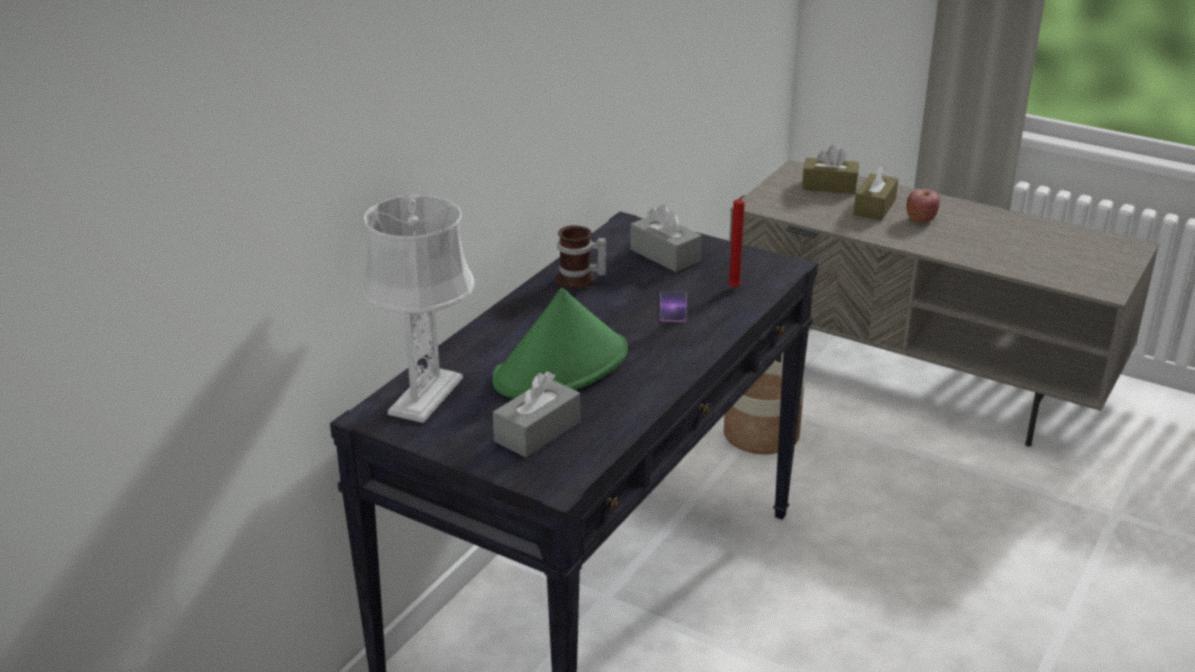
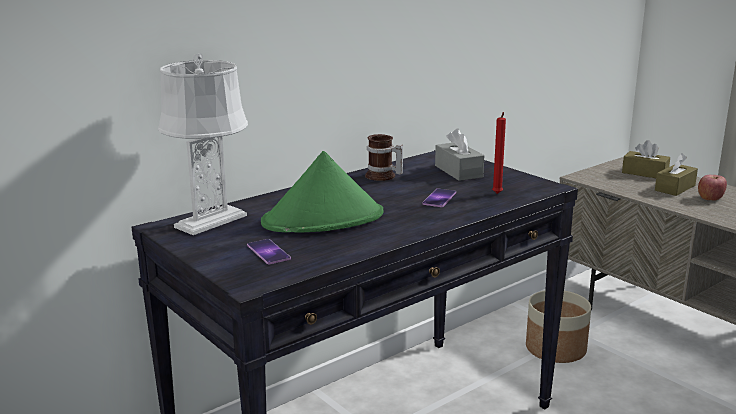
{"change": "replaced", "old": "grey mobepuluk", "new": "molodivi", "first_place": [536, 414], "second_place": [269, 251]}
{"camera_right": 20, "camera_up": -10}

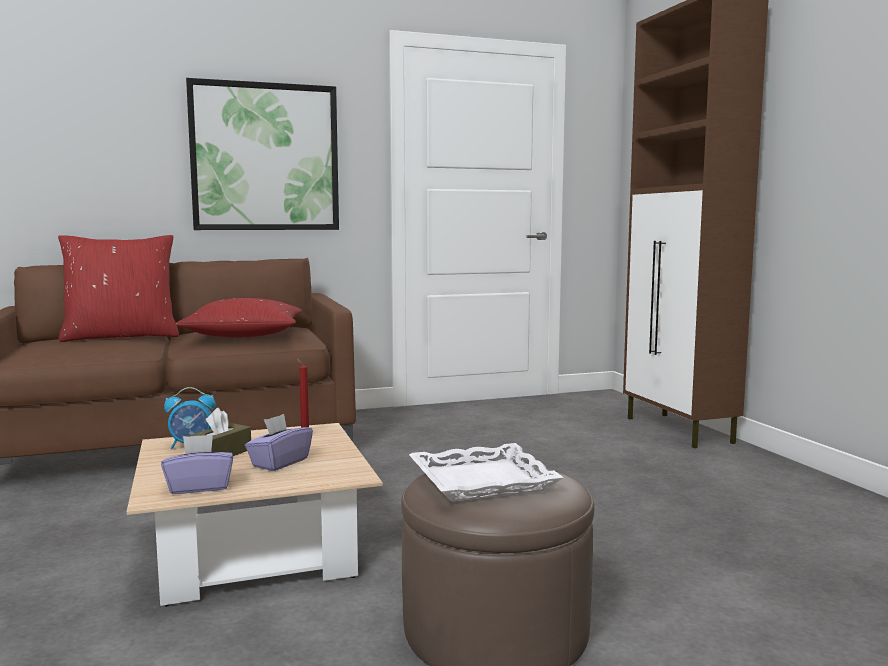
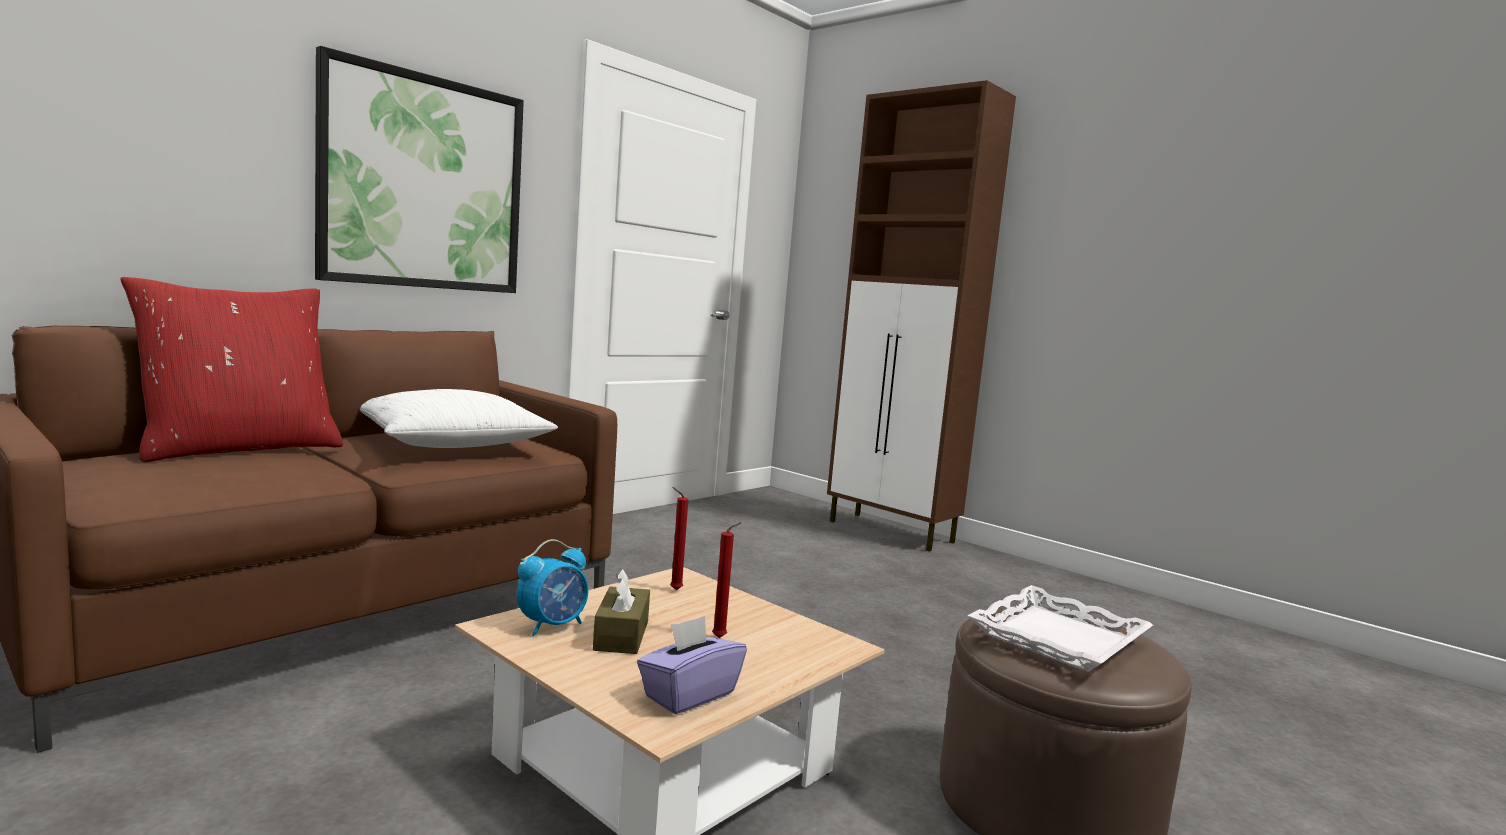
{"change": "recoloured", "old": "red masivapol", "new": "white masivapol", "first_place": [239, 318], "second_place": [459, 418]}
{"change": "replaced", "old": "purple mobepuluk", "new": "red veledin", "first_place": [279, 442], "second_place": [726, 580]}
{"camera_right": -30, "camera_up": 0}

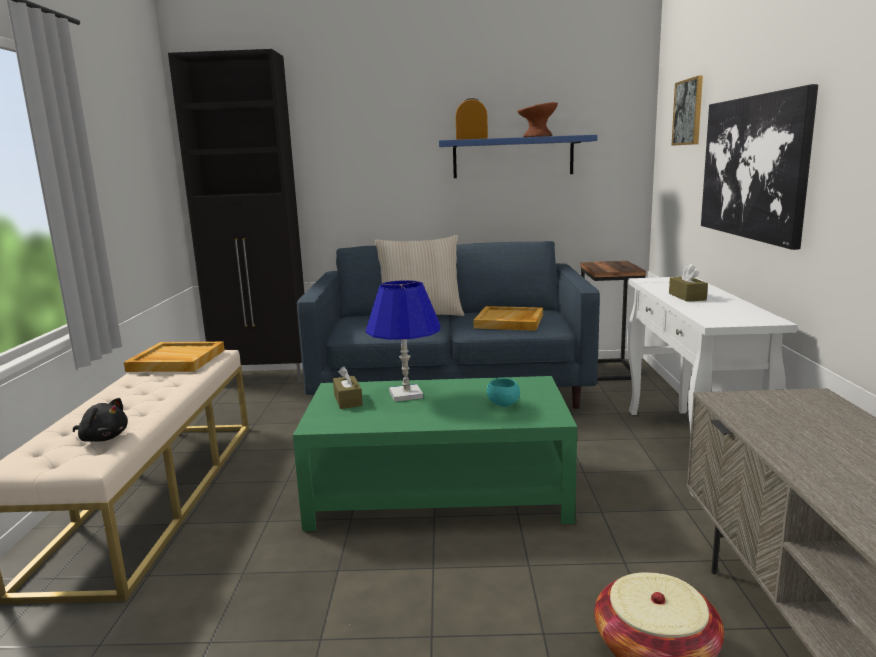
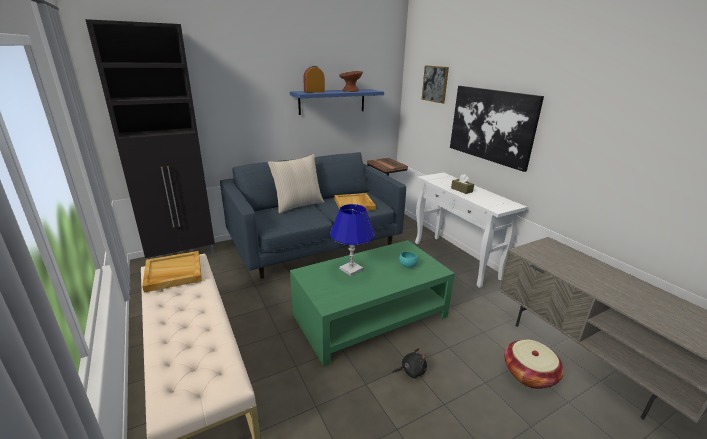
{"change": "moved", "old": "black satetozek", "first_place": [100, 420], "second_place": [409, 363]}
{"change": "removed", "old": "brown mobepuluk", "first_place": [348, 387]}
{"camera_right": -30, "camera_up": 10}

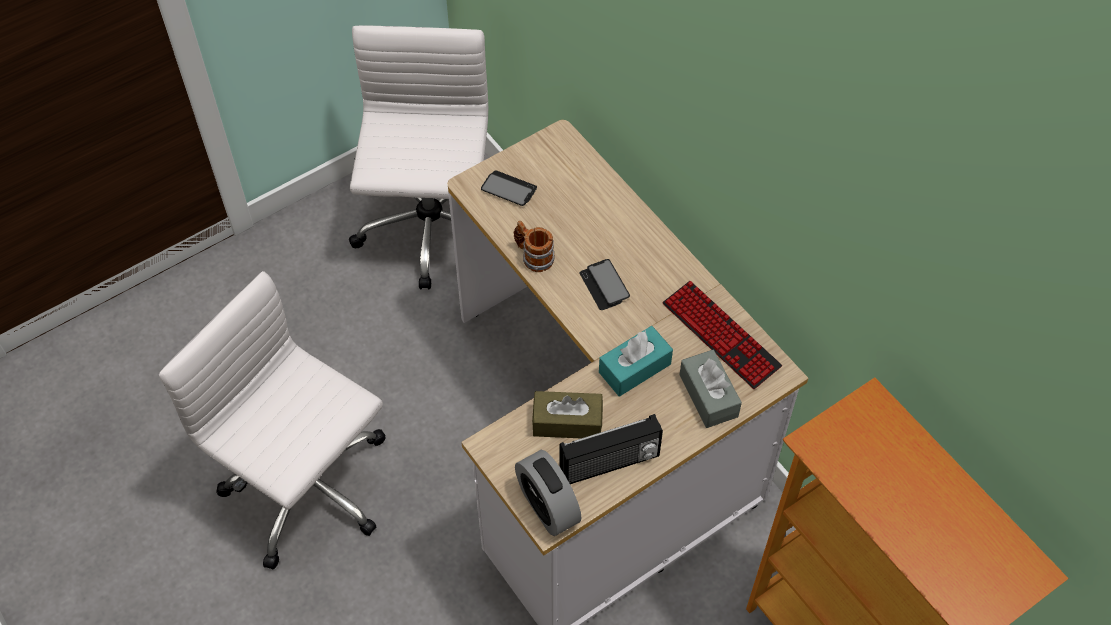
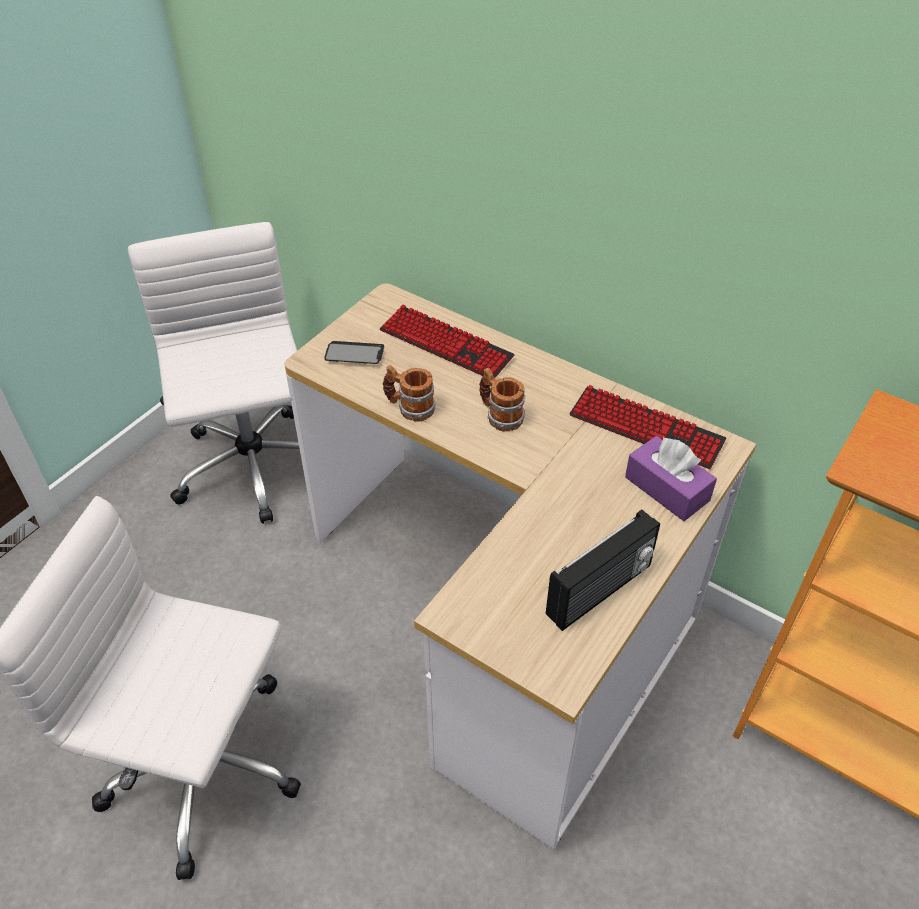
{"change": "removed", "old": "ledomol", "first_place": [548, 493]}
{"change": "removed", "old": "brown mobepuluk", "first_place": [567, 414]}
{"change": "replaced", "old": "molodivi", "new": "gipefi", "first_place": [605, 284], "second_place": [502, 400]}
{"change": "removed", "old": "turquoise mobepuluk", "first_place": [636, 361]}
{"change": "recoloured", "old": "grey mobepuluk", "new": "purple mobepuluk", "first_place": [710, 389], "second_place": [671, 478]}
{"change": "added", "new": "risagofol", "second_place": [447, 341]}
{"camera_right": -20, "camera_up": -10}

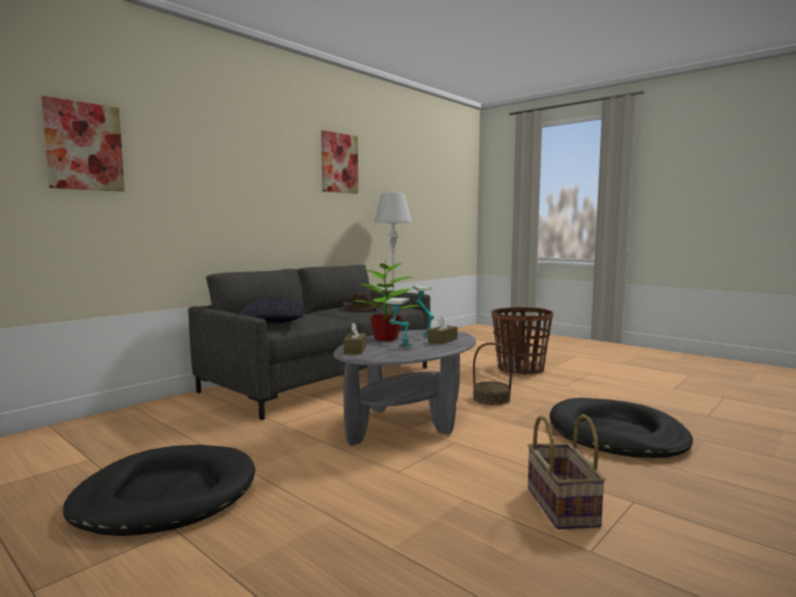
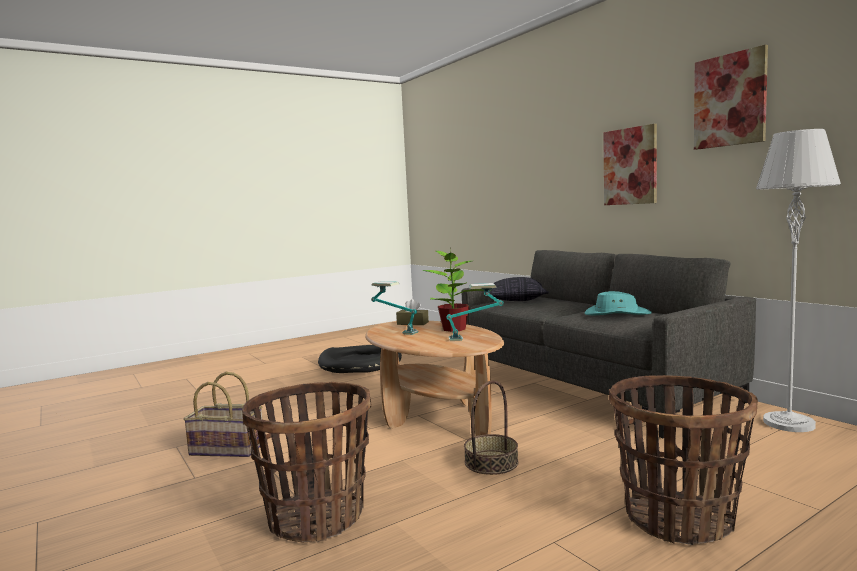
{"change": "moved", "old": "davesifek", "first_place": [83, 144], "second_place": [630, 164]}
{"change": "recoloured", "old": "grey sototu", "new": "brown sototu", "first_place": [405, 388], "second_place": [434, 378]}
{"change": "recoloured", "old": "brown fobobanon", "new": "turquoise fobobanon", "first_place": [362, 302], "second_place": [618, 303]}
{"change": "removed", "old": "brown mobepuluk", "first_place": [442, 330]}
{"change": "replaced", "old": "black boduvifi", "new": "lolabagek", "first_place": [621, 428], "second_place": [306, 462]}
{"camera_right": 105, "camera_up": 0}

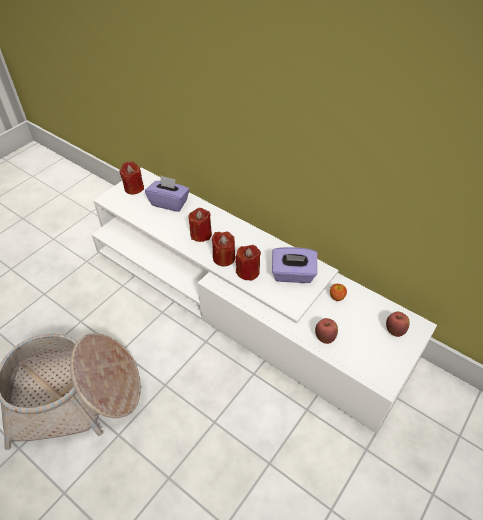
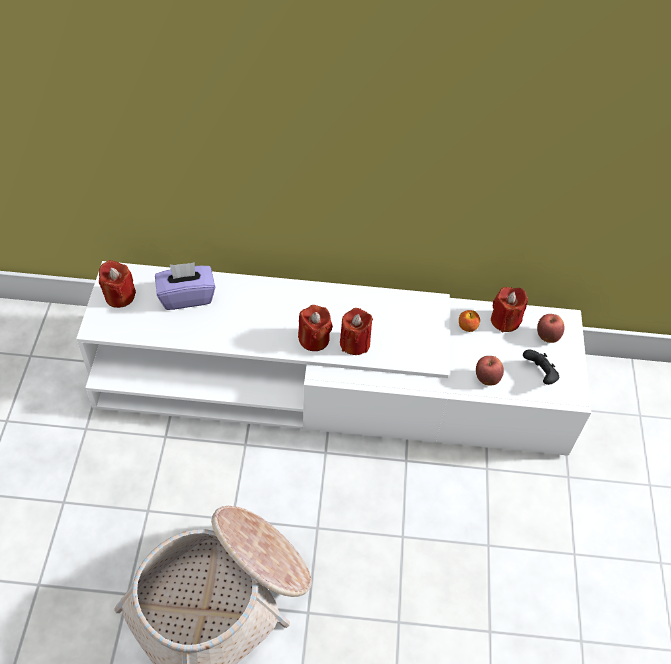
{"change": "moved", "old": "red veledin", "first_place": [200, 225], "second_place": [509, 309]}
{"change": "removed", "old": "purple mobepuluk", "first_place": [294, 265]}
{"change": "added", "new": "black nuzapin", "second_place": [541, 367]}
{"camera_right": -35, "camera_up": 5}

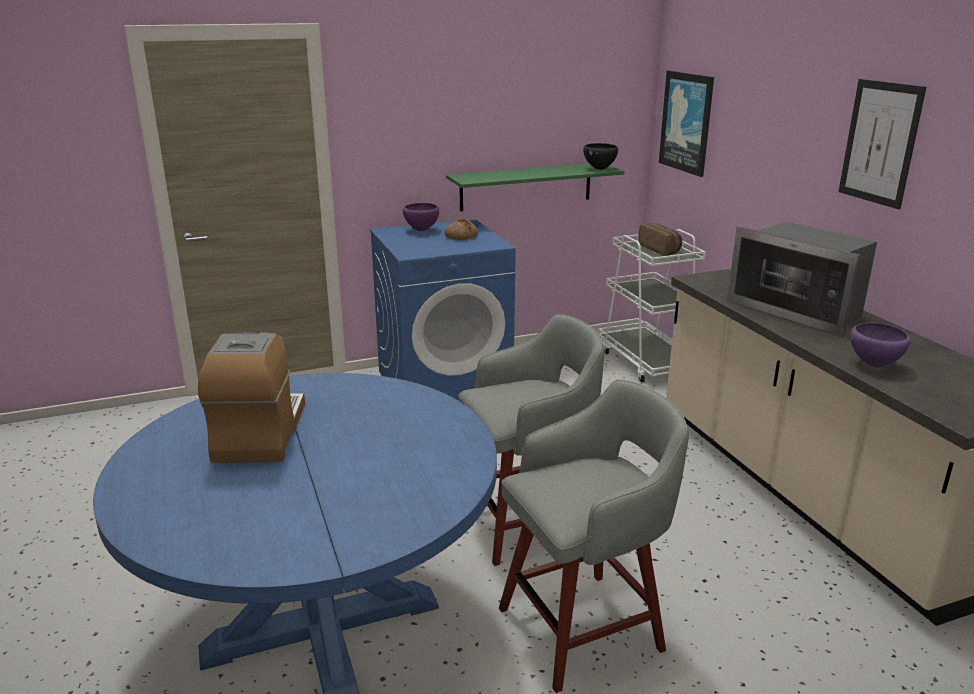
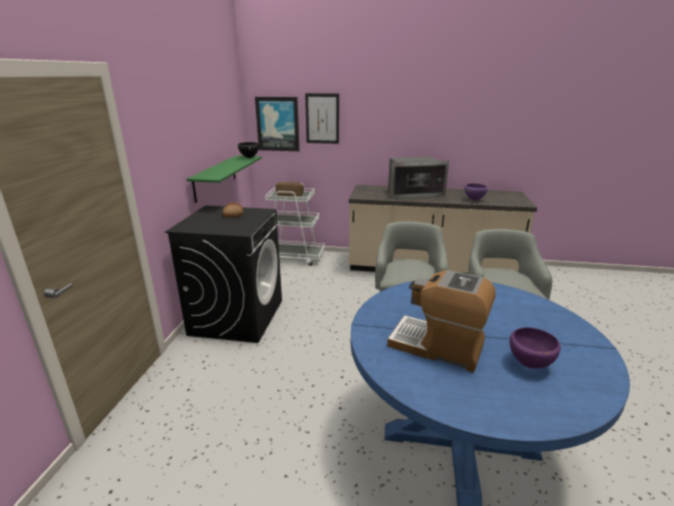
{"change": "recoloured", "old": "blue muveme", "new": "black muveme", "first_place": [443, 309], "second_place": [223, 274]}
{"change": "moved", "old": "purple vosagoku", "first_place": [421, 217], "second_place": [535, 348]}
{"change": "moved", "old": "davesifek", "first_place": [882, 144], "second_place": [322, 118]}
{"camera_right": -60, "camera_up": 0}

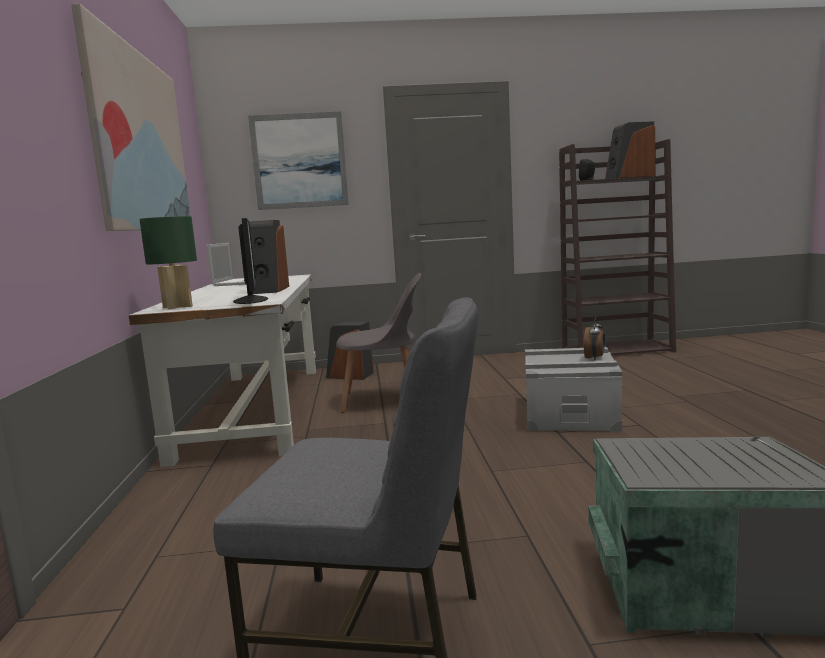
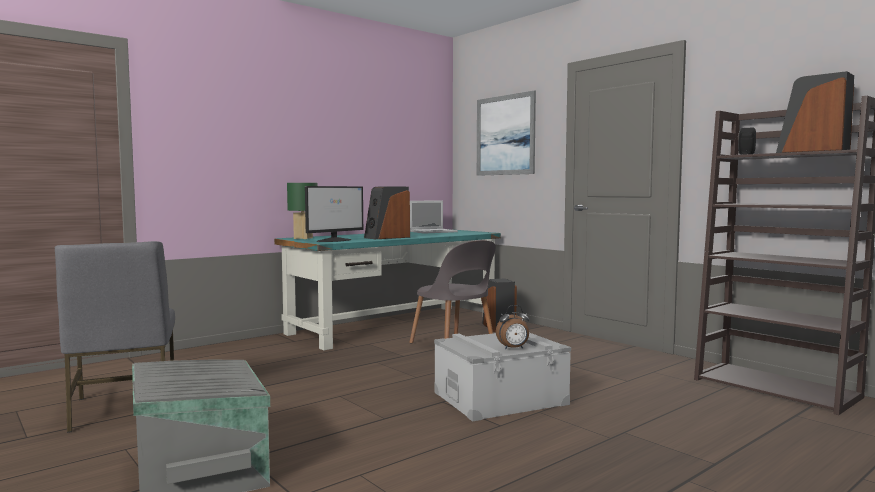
{"change": "removed", "old": "davesifek", "first_place": [130, 117]}
{"change": "recoloured", "old": "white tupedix", "new": "turquoise tupedix", "first_place": [222, 370], "second_place": [387, 289]}
{"camera_right": 55, "camera_up": -5}

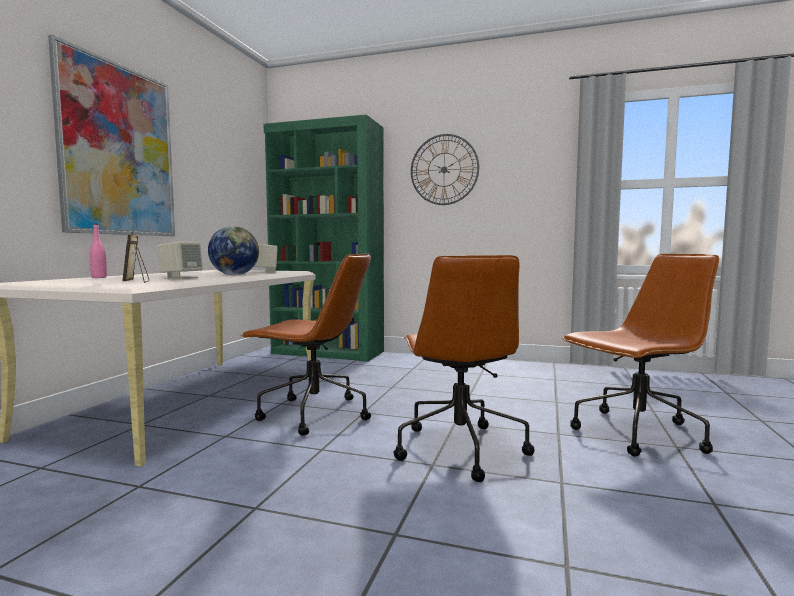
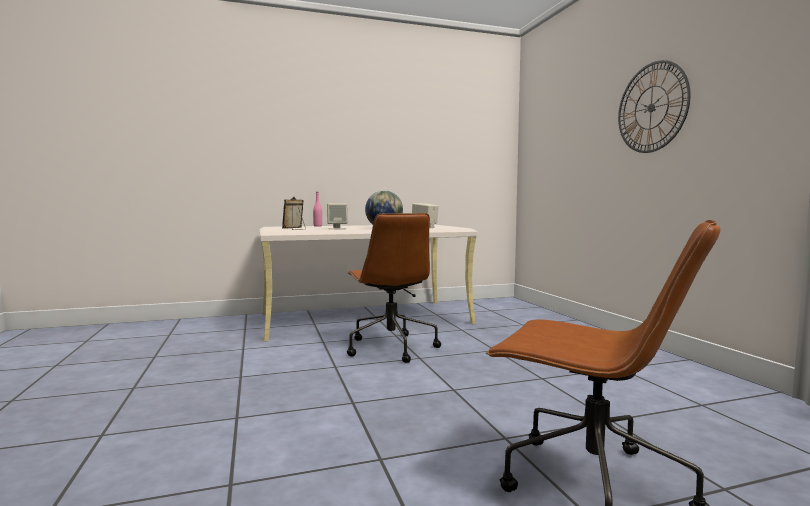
{"change": "removed", "old": "davesifek", "first_place": [111, 135]}
{"change": "removed", "old": "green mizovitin", "first_place": [324, 238]}
{"change": "removed", "old": "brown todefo", "first_place": [464, 368]}
{"camera_right": 55, "camera_up": 0}

